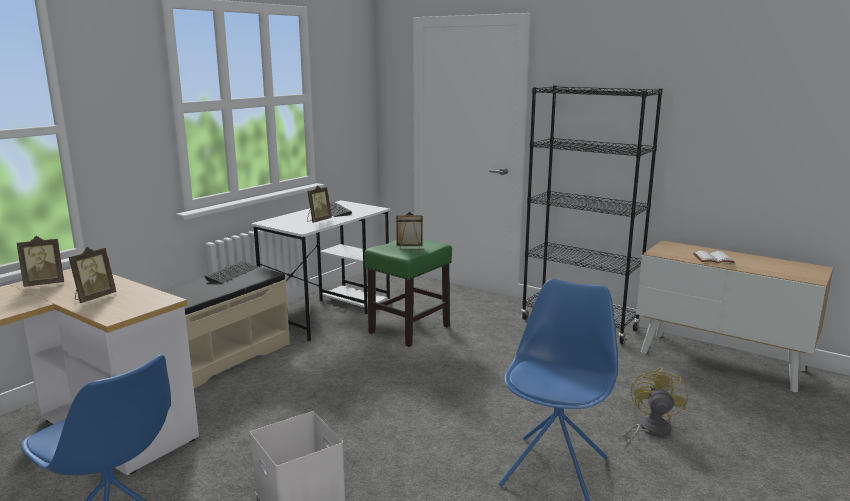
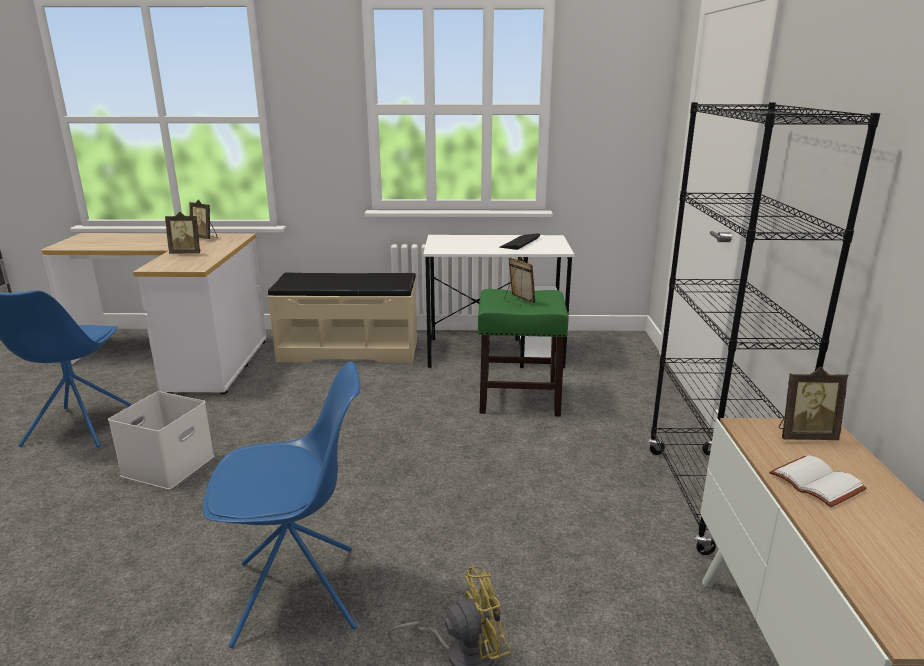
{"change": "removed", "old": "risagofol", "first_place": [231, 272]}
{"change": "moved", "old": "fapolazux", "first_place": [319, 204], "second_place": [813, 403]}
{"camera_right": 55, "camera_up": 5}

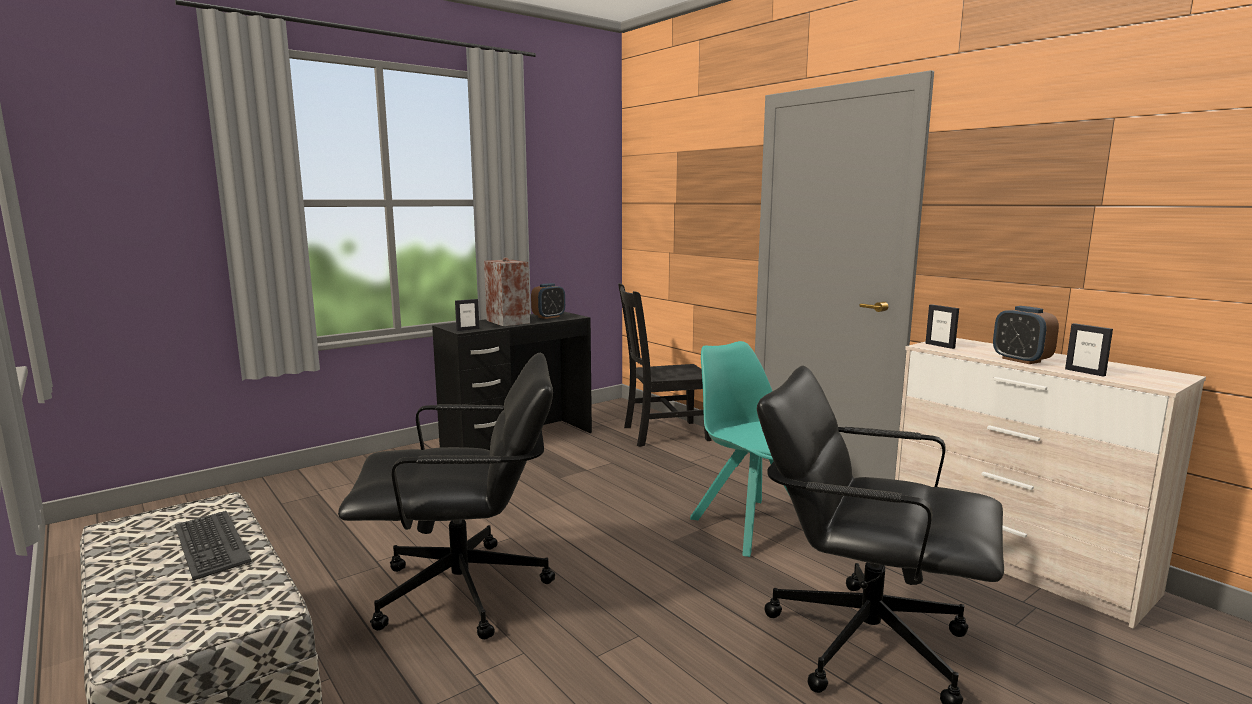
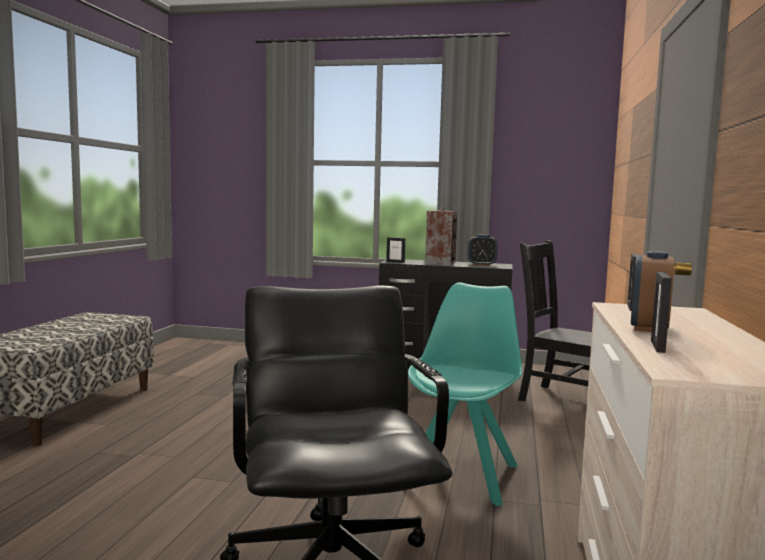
{"change": "removed", "old": "risagofol", "first_place": [213, 545]}
{"change": "removed", "old": "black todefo", "first_place": [446, 496]}
{"camera_right": 50, "camera_up": -5}

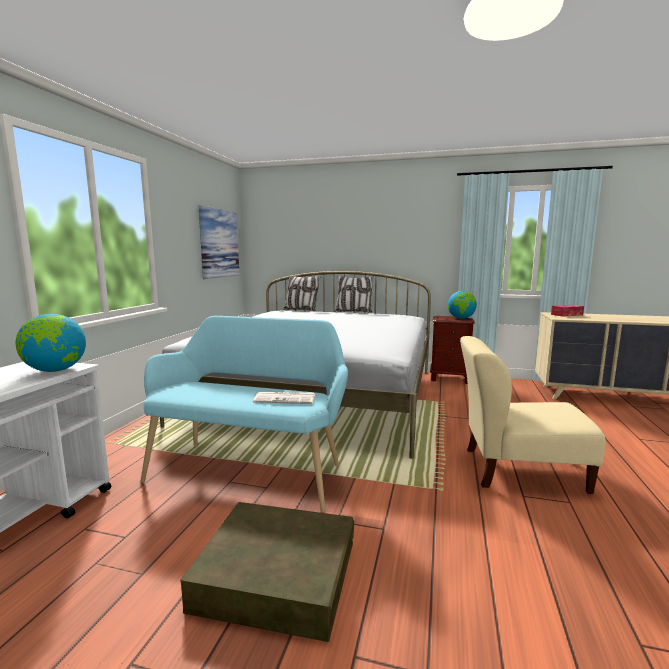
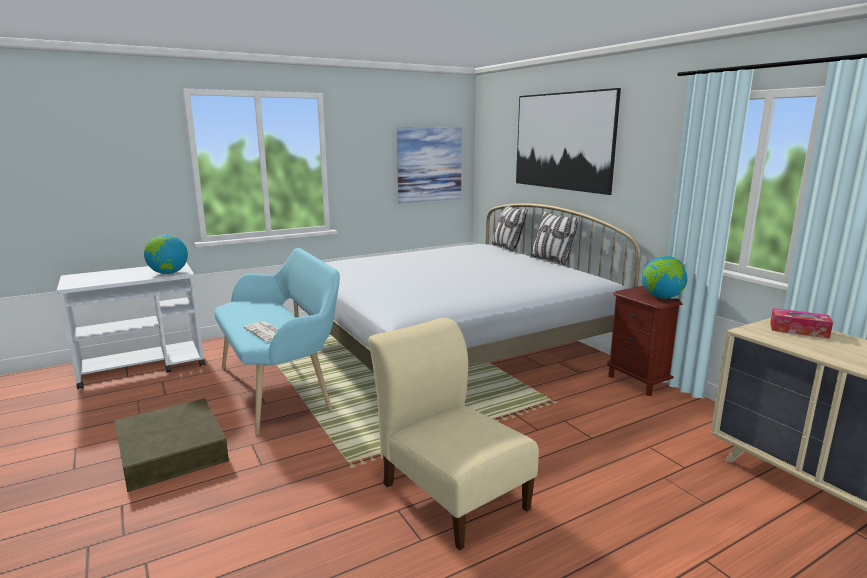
{"change": "added", "new": "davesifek", "second_place": [568, 141]}
{"camera_right": 45, "camera_up": 5}

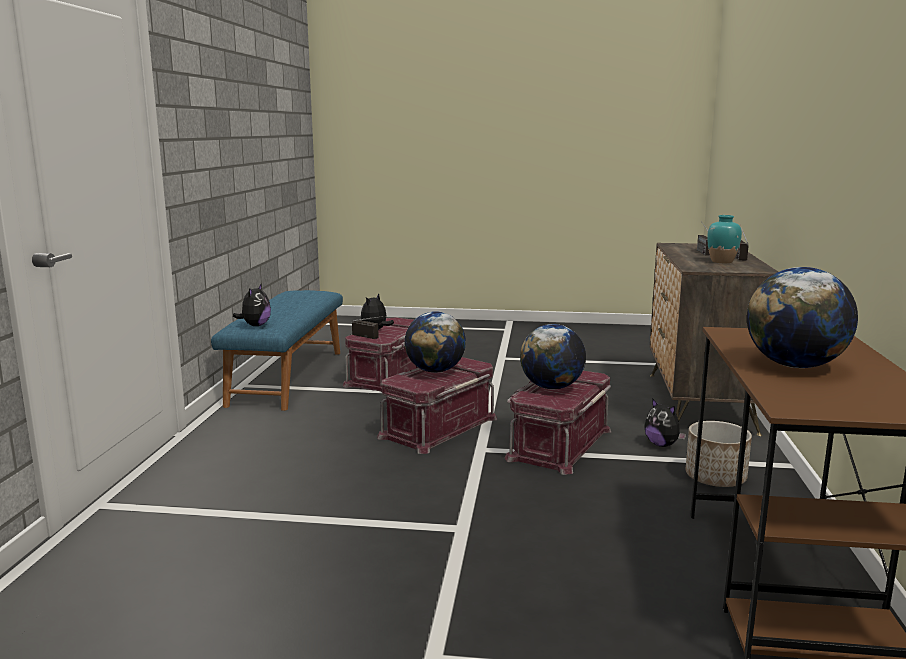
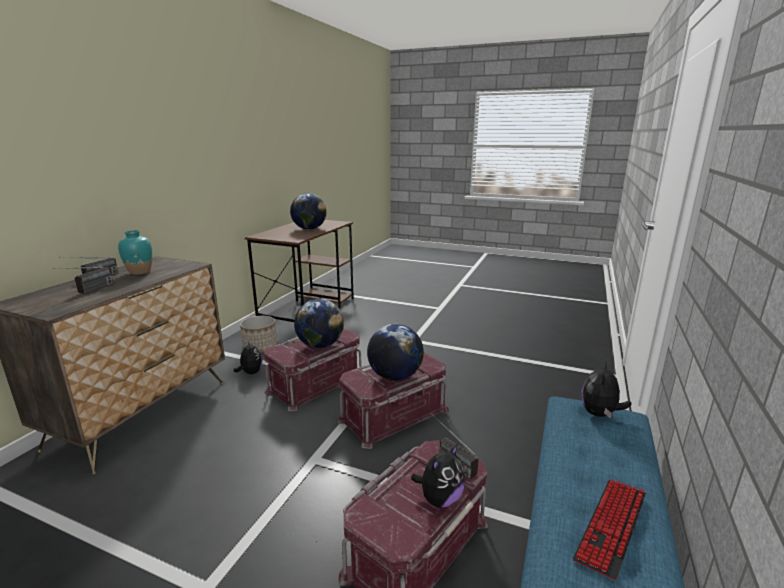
{"change": "added", "new": "risagofol", "second_place": [609, 529]}
{"camera_right": -165, "camera_up": 5}

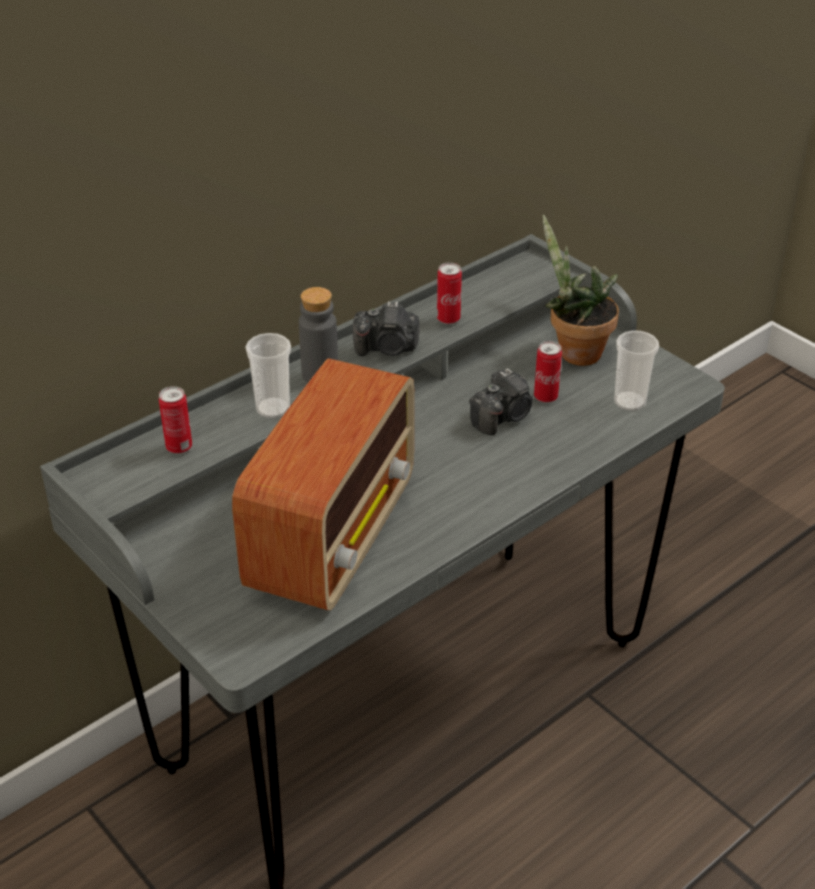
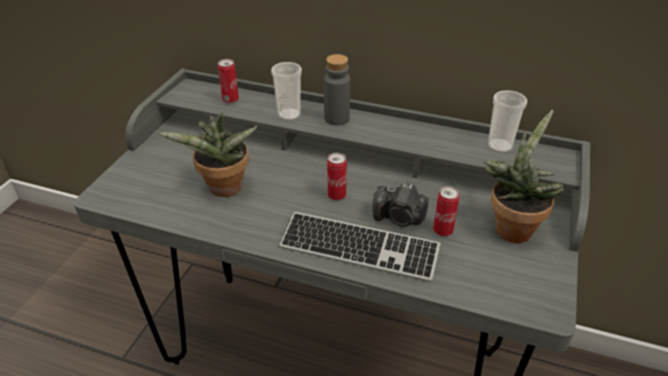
{"change": "replaced", "old": "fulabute", "new": "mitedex", "first_place": [323, 484], "second_place": [207, 154]}
{"change": "removed", "old": "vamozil", "first_place": [386, 328]}
{"change": "moved", "old": "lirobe", "first_place": [449, 293], "second_place": [337, 177]}
{"change": "moved", "old": "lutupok", "first_place": [636, 370], "second_place": [507, 121]}
{"change": "added", "new": "risagofol", "second_place": [360, 247]}
{"camera_right": 60, "camera_up": 0}

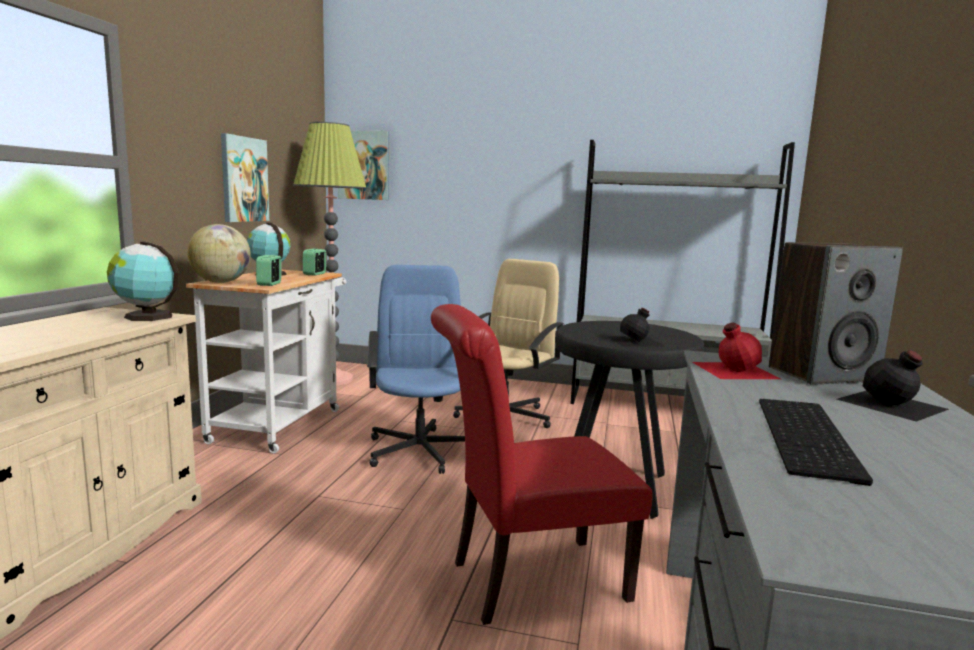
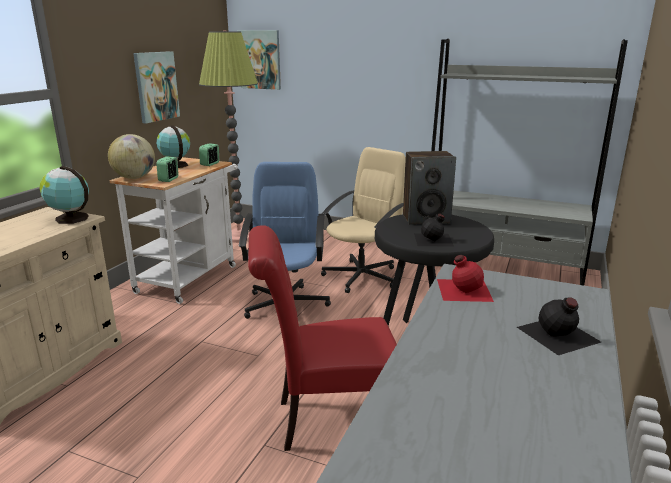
{"change": "removed", "old": "risagofol", "first_place": [816, 442]}
{"change": "moved", "old": "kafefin", "first_place": [836, 313], "second_place": [429, 188]}
{"camera_right": 10, "camera_up": 10}

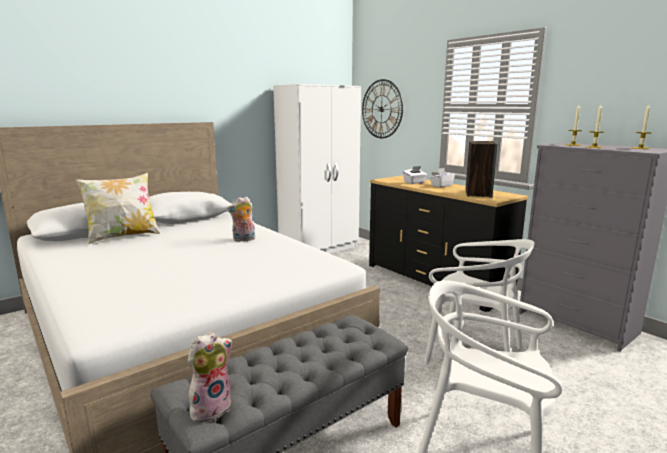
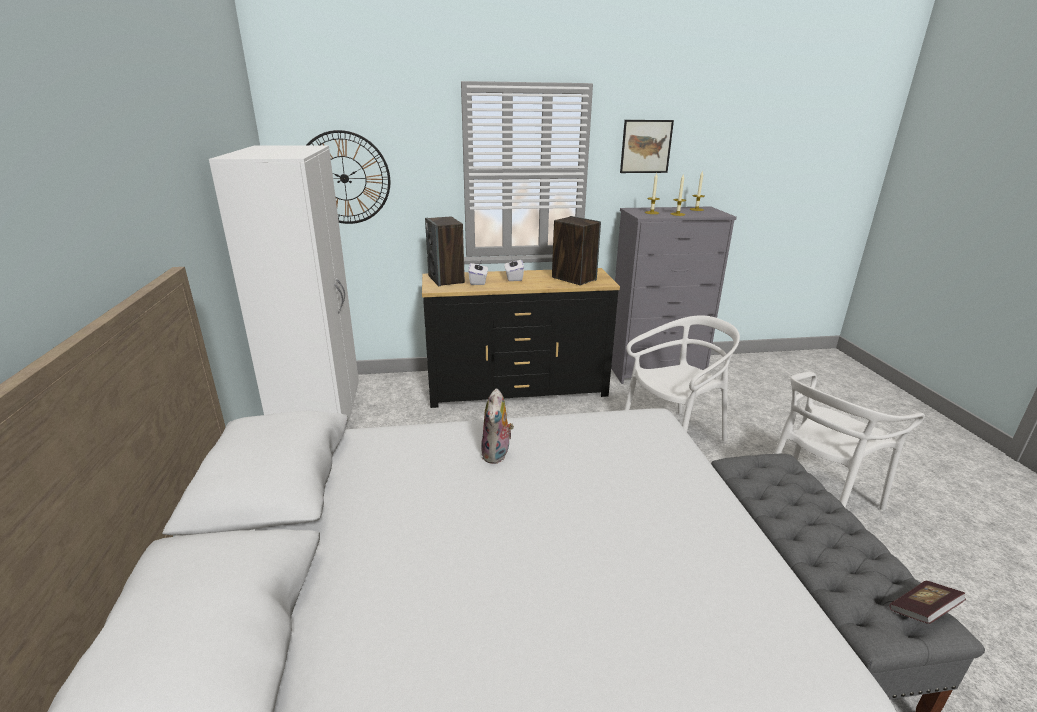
{"change": "removed", "old": "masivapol", "first_place": [118, 209]}
{"change": "replaced", "old": "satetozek", "new": "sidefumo", "first_place": [210, 377], "second_place": [927, 602]}
{"change": "added", "new": "kafefin", "second_place": [445, 251]}
{"change": "added", "new": "davesifek", "second_place": [647, 146]}
{"camera_right": -60, "camera_up": 10}

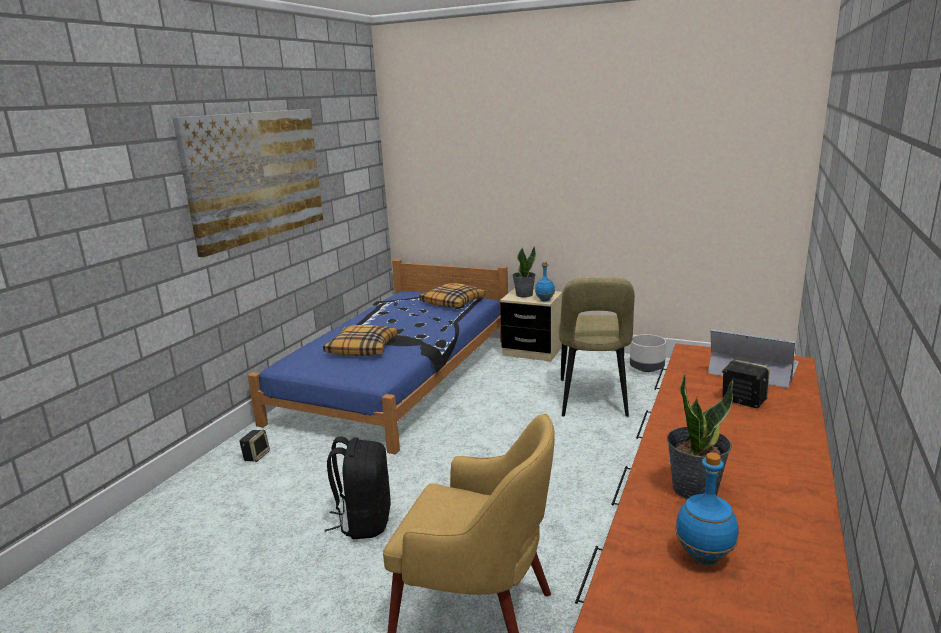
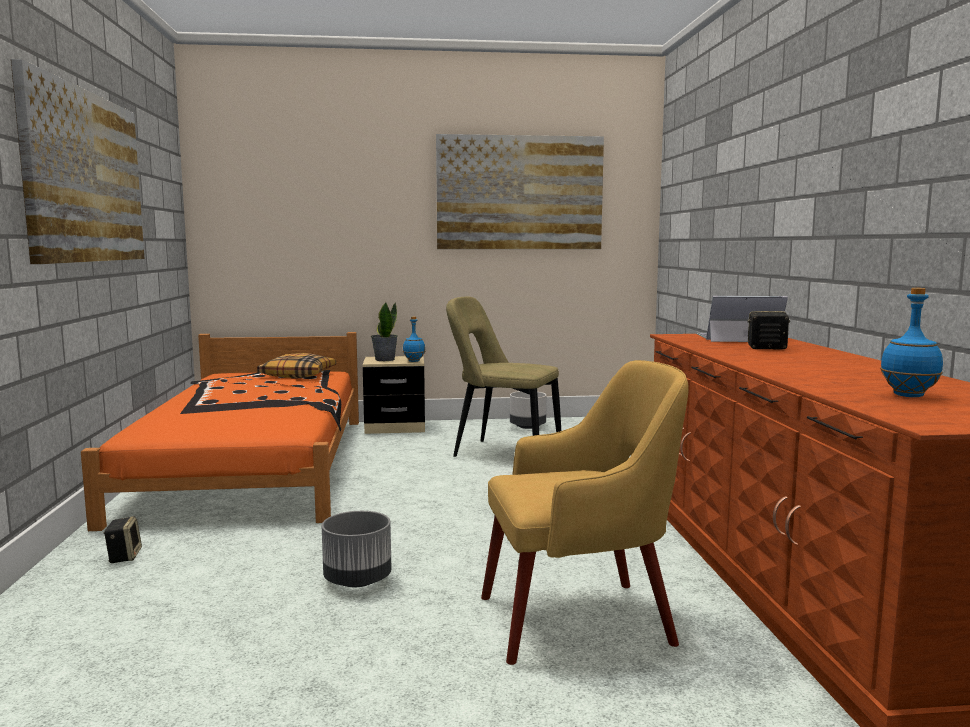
{"change": "recoloured", "old": "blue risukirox", "new": "orange risukirox", "first_place": [377, 357], "second_place": [220, 431]}
{"change": "removed", "old": "masivapol", "first_place": [360, 340]}
{"change": "replaced", "old": "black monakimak", "new": "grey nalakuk", "first_place": [358, 487], "second_place": [356, 549]}
{"change": "turned", "old": "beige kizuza", "first_place": [597, 347], "second_place": [503, 377], "degrees": 135}
{"change": "removed", "old": "mitedex", "first_place": [700, 436]}
{"change": "added", "new": "davesifek", "second_place": [520, 191]}
{"camera_right": -30, "camera_up": -10}

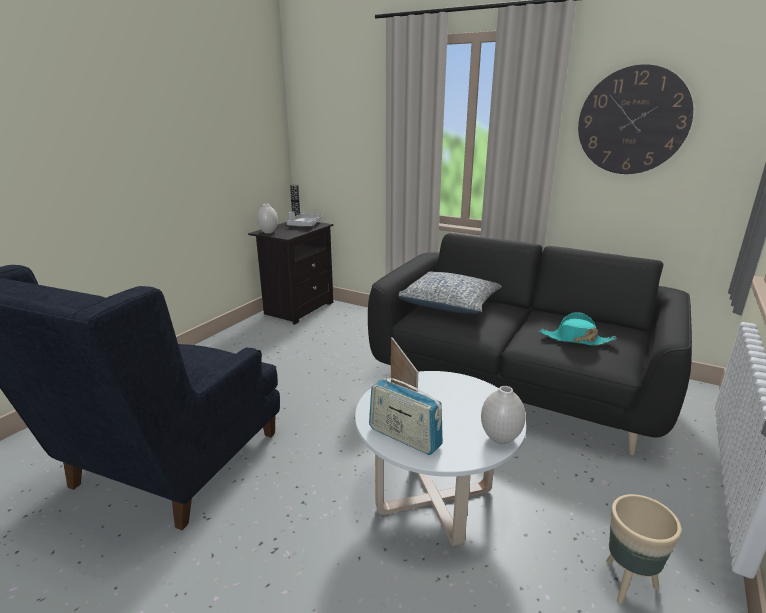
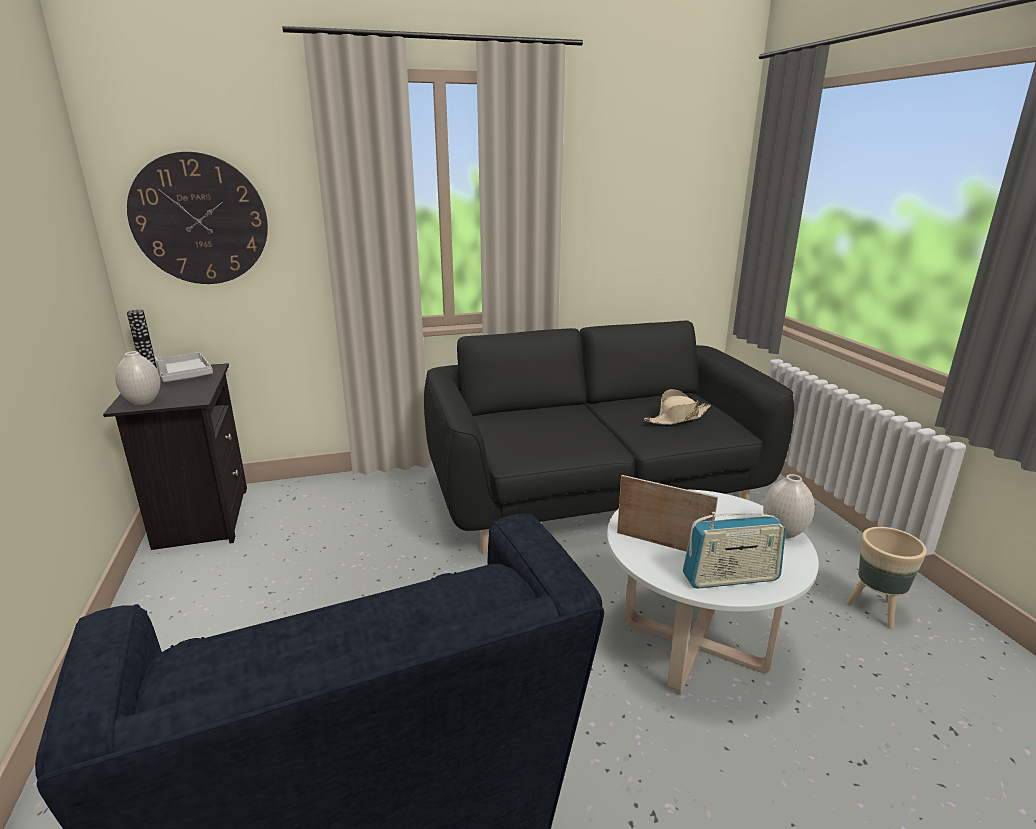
{"change": "removed", "old": "masivapol", "first_place": [450, 293]}
{"change": "recoloured", "old": "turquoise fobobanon", "new": "beige fobobanon", "first_place": [578, 329], "second_place": [677, 407]}
{"change": "moved", "old": "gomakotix", "first_place": [635, 119], "second_place": [197, 218]}
{"camera_right": -45, "camera_up": 0}

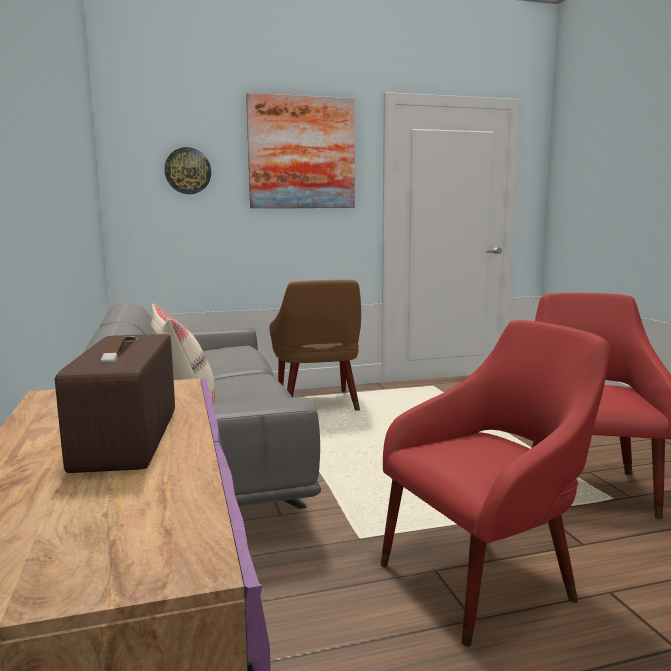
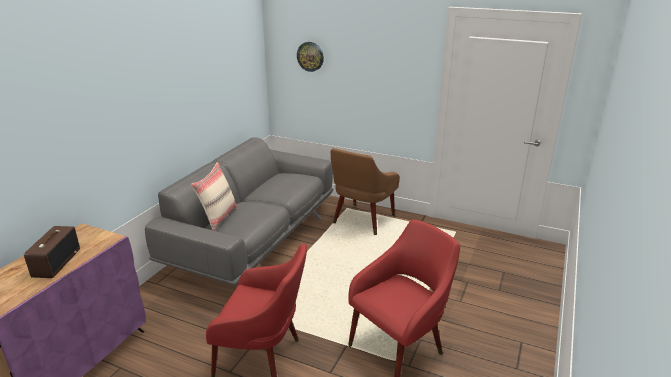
{"change": "turned", "old": "fulabute", "first_place": [115, 403], "second_place": [52, 252], "degrees": 150}
{"change": "removed", "old": "davesifek", "first_place": [300, 150]}
{"camera_right": 40, "camera_up": 15}

